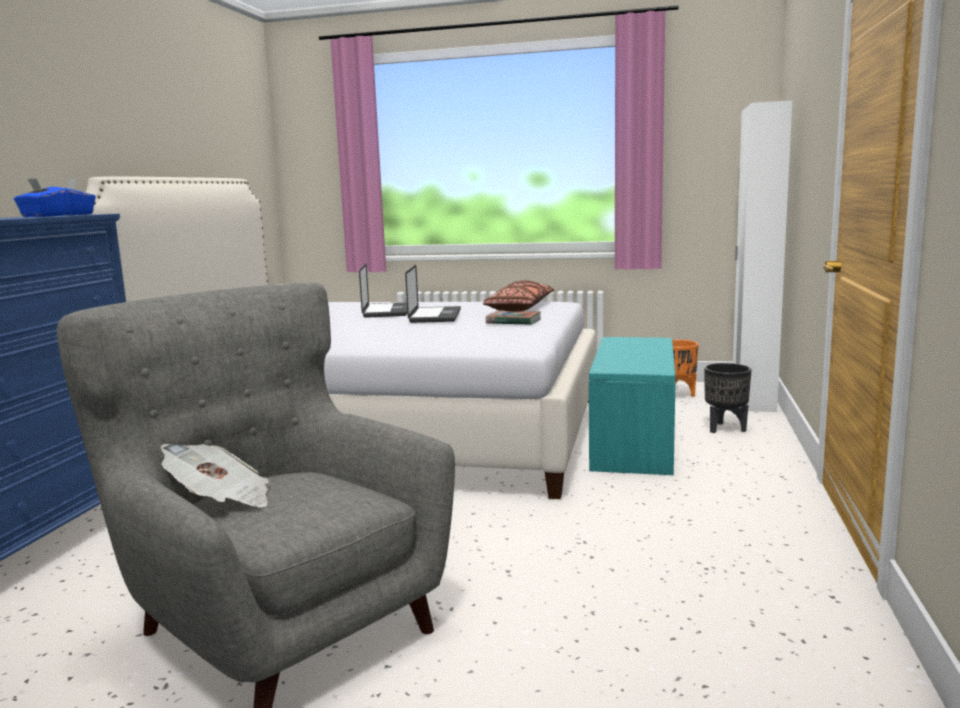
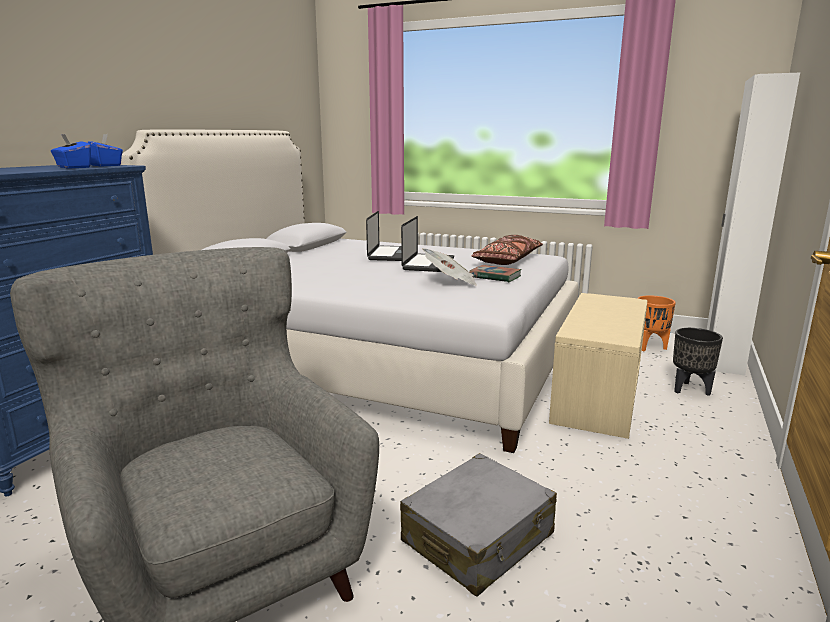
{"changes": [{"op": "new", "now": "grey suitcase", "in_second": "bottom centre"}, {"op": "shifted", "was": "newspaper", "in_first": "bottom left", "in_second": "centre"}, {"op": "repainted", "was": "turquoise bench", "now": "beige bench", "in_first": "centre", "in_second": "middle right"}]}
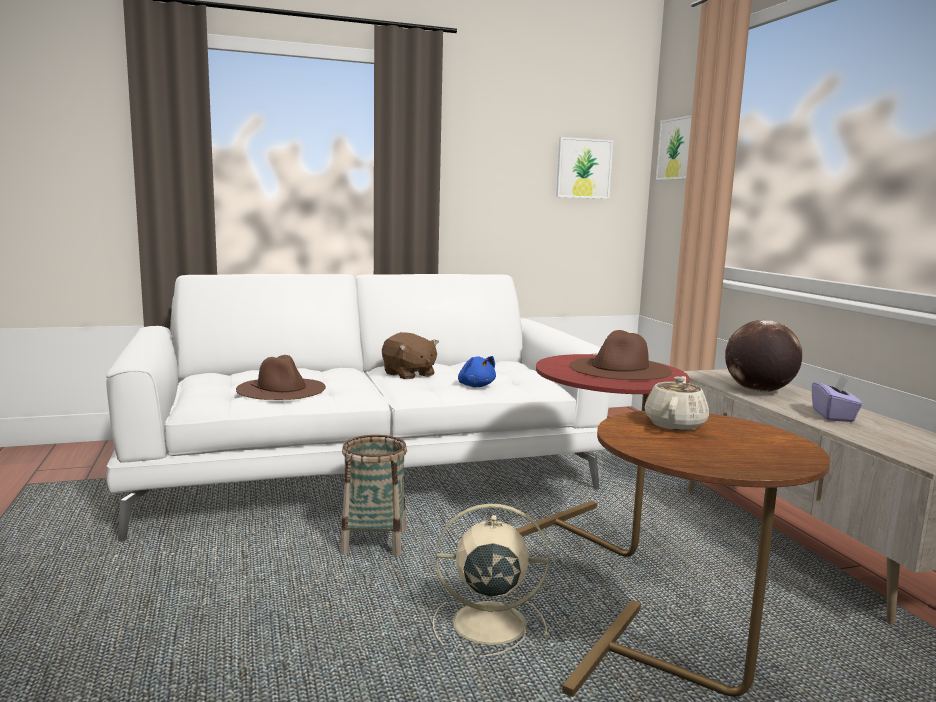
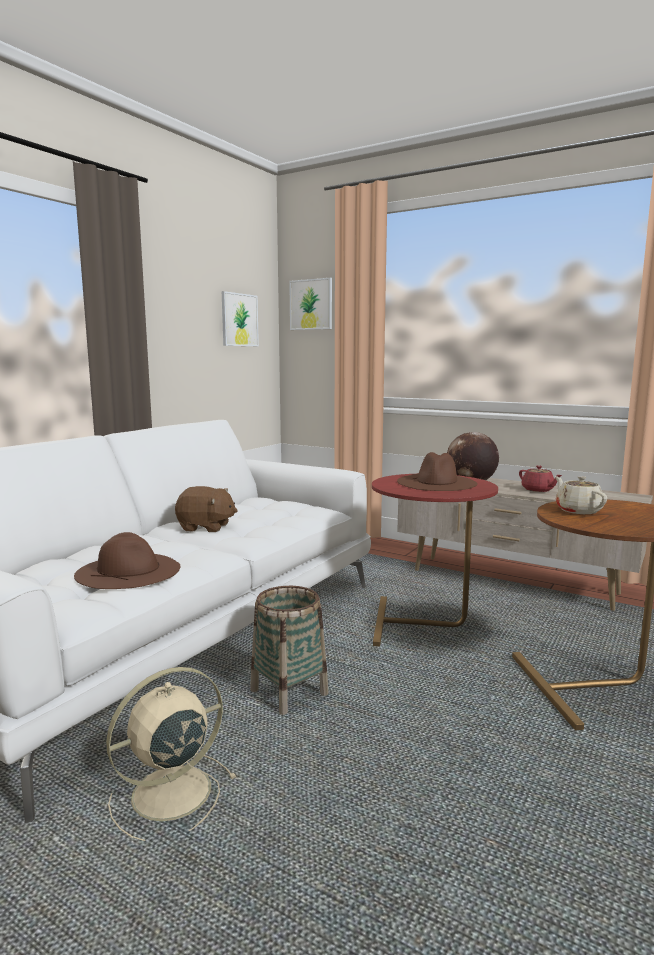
{"changes": [{"op": "gone", "was": "blue plush toy", "in_first": "centre"}, {"op": "shifted", "was": "beige fan", "in_first": "bottom centre", "in_second": "bottom left"}, {"op": "swapped", "was": "purple tissue box", "now": "red teapot", "in_first": "middle right", "in_second": "middle right"}]}
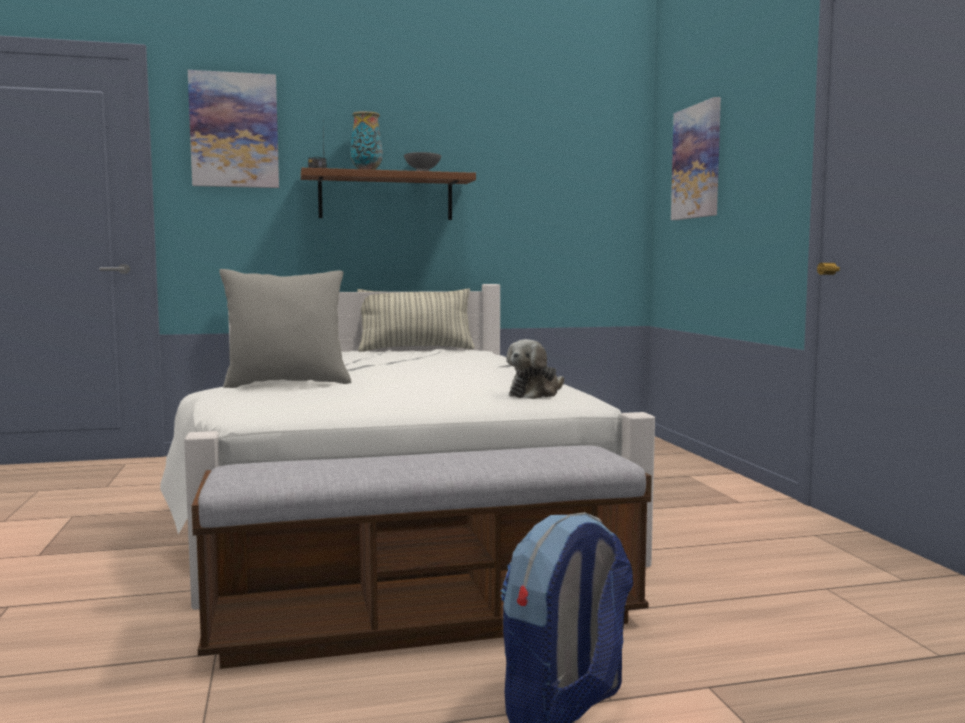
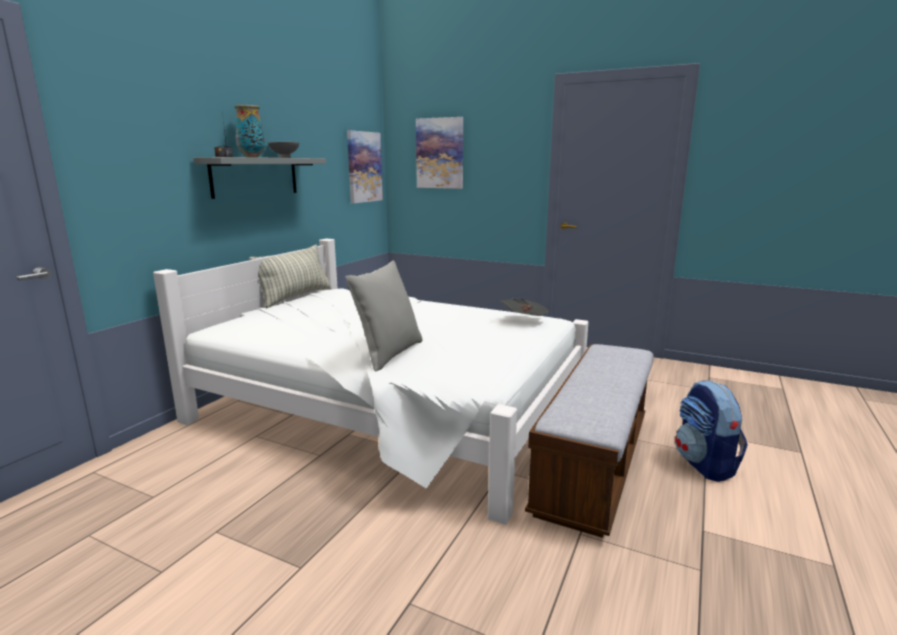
{"changes": [{"op": "shifted", "was": "picture (no. 1 from left)", "in_first": "top left", "in_second": "top centre"}, {"op": "swapped", "was": "plush toy", "now": "newspaper", "in_first": "centre", "in_second": "centre"}, {"op": "repainted", "was": "brown shelf", "now": "grey shelf", "in_first": "top centre", "in_second": "top left"}]}
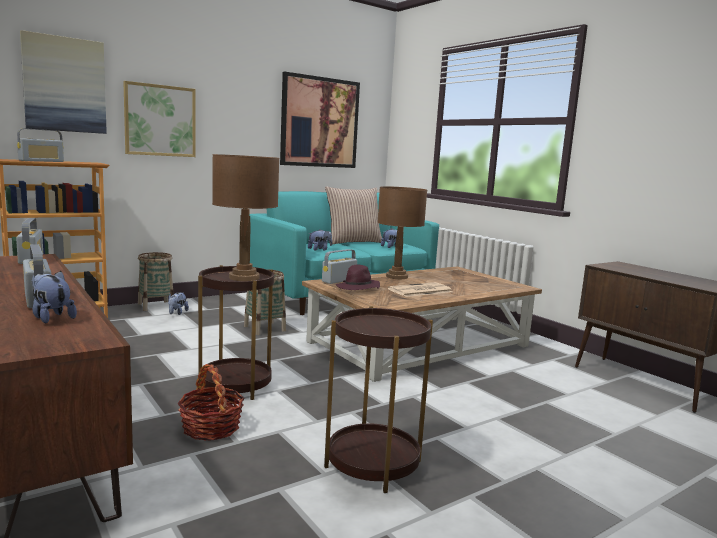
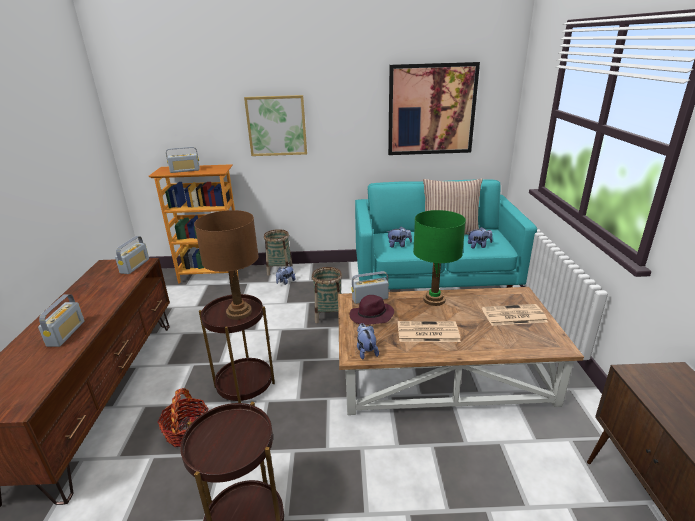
{"changes": [{"op": "gone", "was": "picture (no. 1 from left)", "in_first": "top left"}, {"op": "new", "now": "newspaper (no. 2 from left)", "in_second": "middle right"}, {"op": "shifted", "was": "plush toy (no. 1 from left in the first image)", "now": "plush toy (no. 2 from left)", "in_first": "middle left", "in_second": "centre"}, {"op": "repainted", "was": "brown table lamp (no. 2 from left)", "now": "green table lamp", "in_first": "centre", "in_second": "centre"}]}
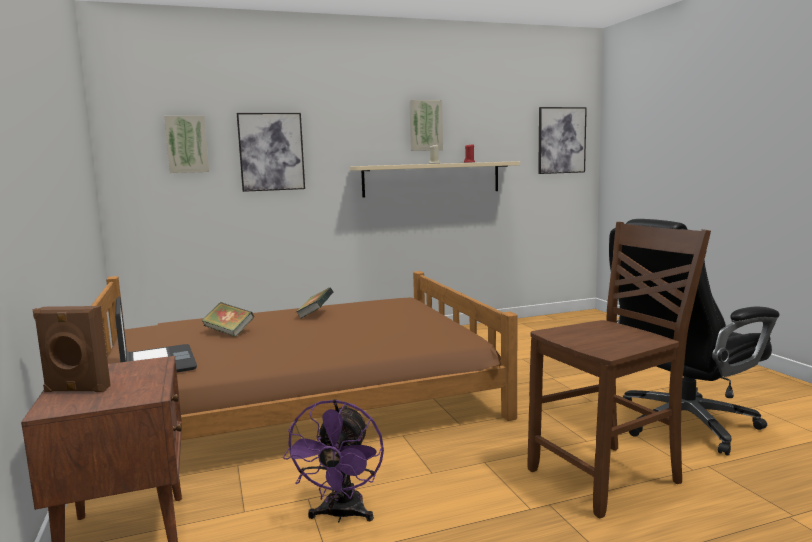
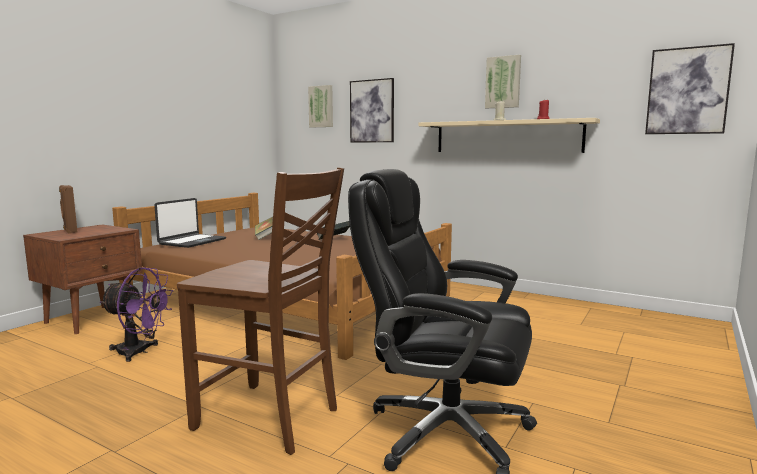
{"changes": [{"op": "rotated", "was": "purple fan", "in_first": "bottom centre", "in_second": "middle left", "clockwise": -135}]}
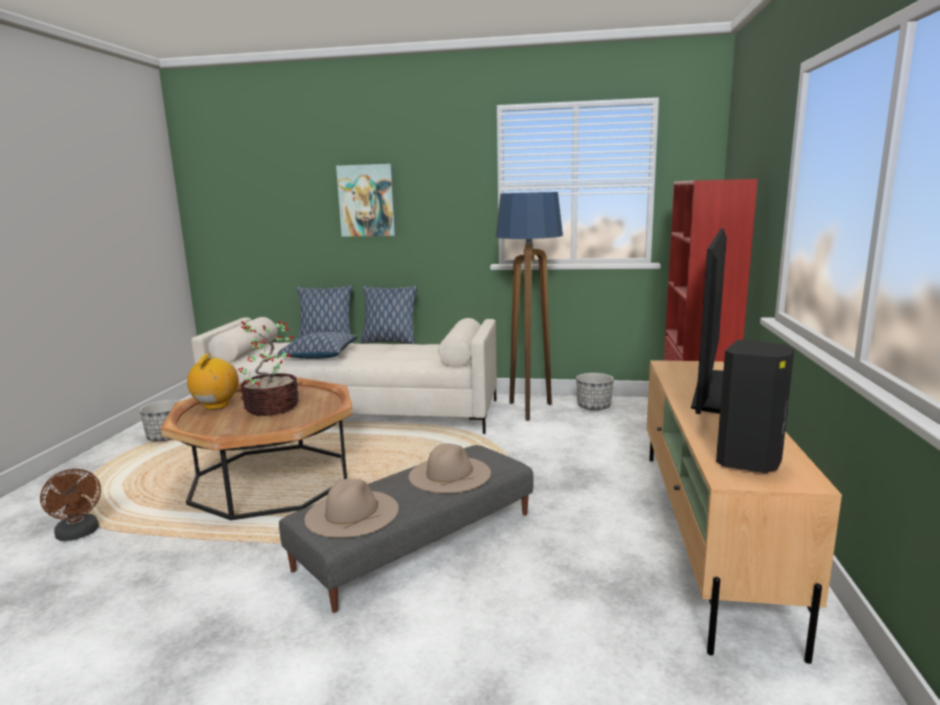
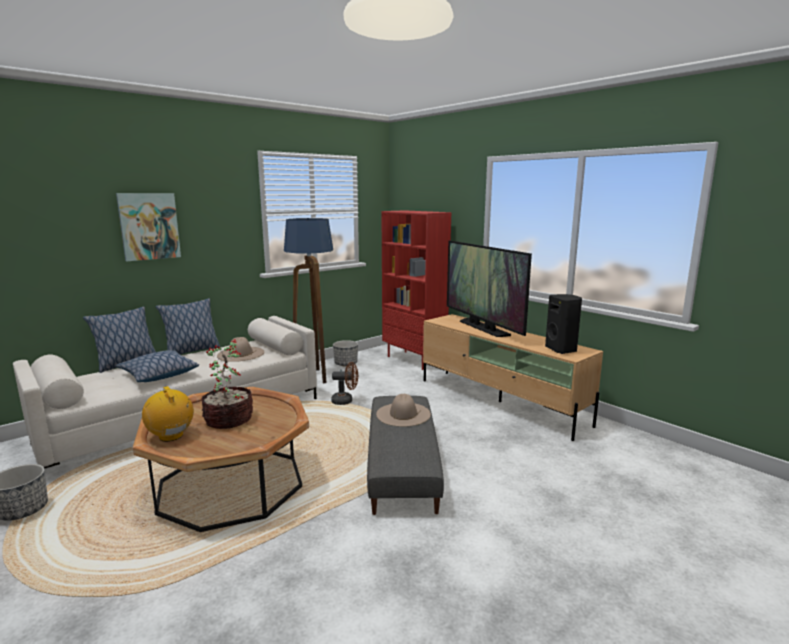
{"changes": [{"op": "shifted", "was": "brown fan", "in_first": "bottom left", "in_second": "centre"}, {"op": "shifted", "was": "beige hat (no. 1 from left)", "in_first": "bottom centre", "in_second": "middle left"}]}
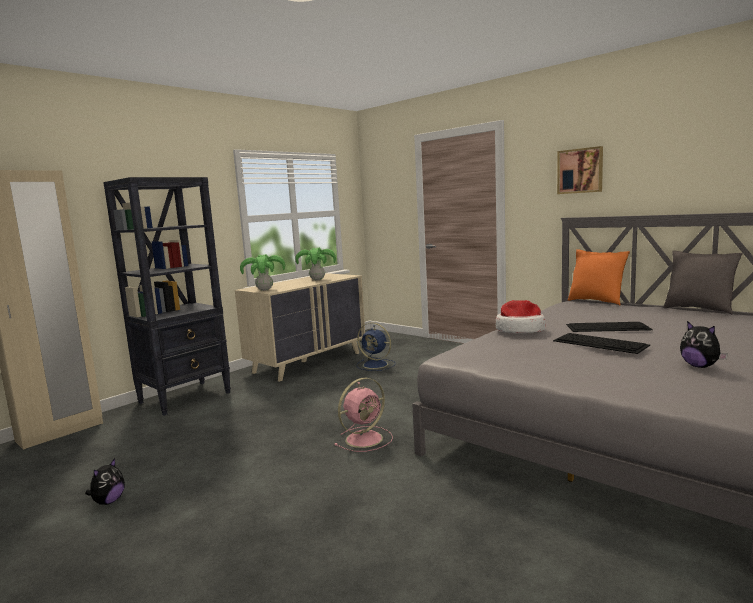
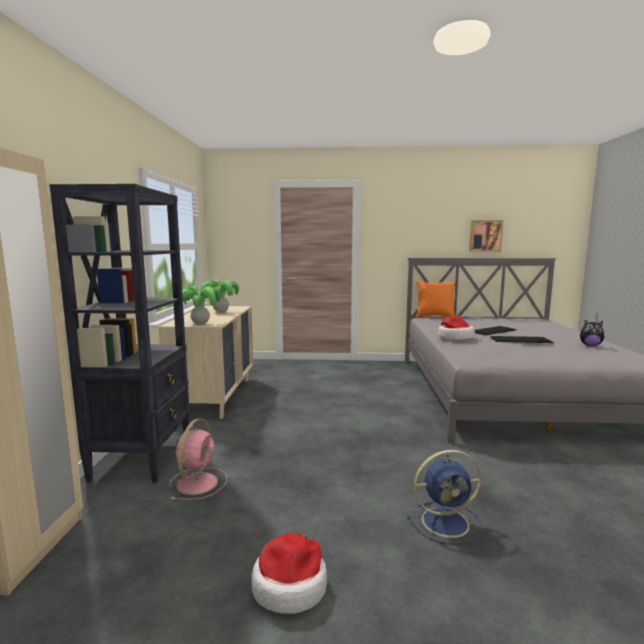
{"changes": [{"op": "gone", "was": "grey pillow", "in_first": "middle right"}, {"op": "shifted", "was": "pink fan", "in_first": "bottom centre", "in_second": "bottom left"}, {"op": "shifted", "was": "blue fan", "in_first": "centre", "in_second": "bottom right"}, {"op": "shifted", "was": "picture", "in_first": "top right", "in_second": "middle right"}, {"op": "swapped", "was": "plush toy (no. 1 from left)", "now": "hat (no. 1 from left)", "in_first": "bottom left", "in_second": "bottom centre"}]}
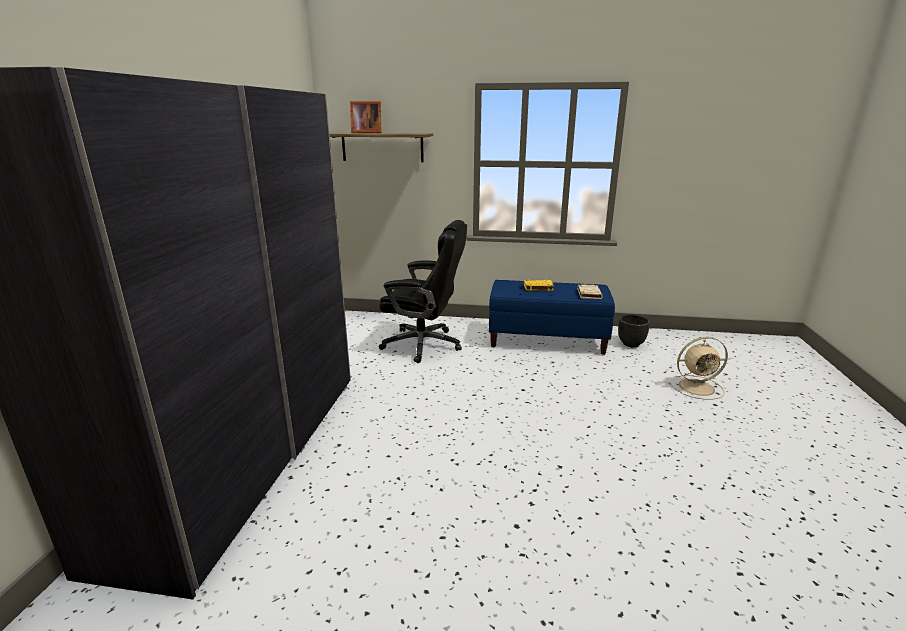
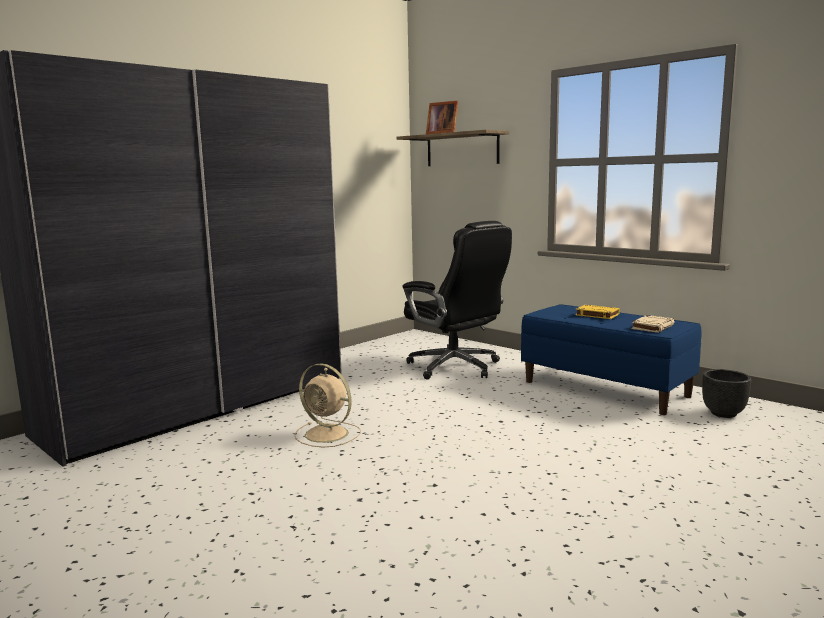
{"changes": [{"op": "shifted", "was": "beige fan", "in_first": "middle right", "in_second": "centre"}]}
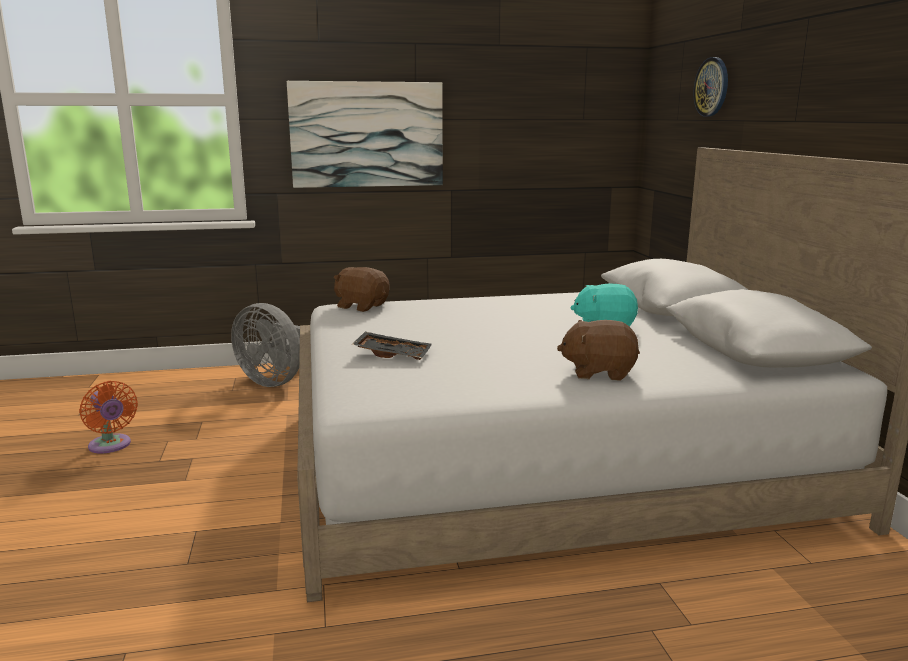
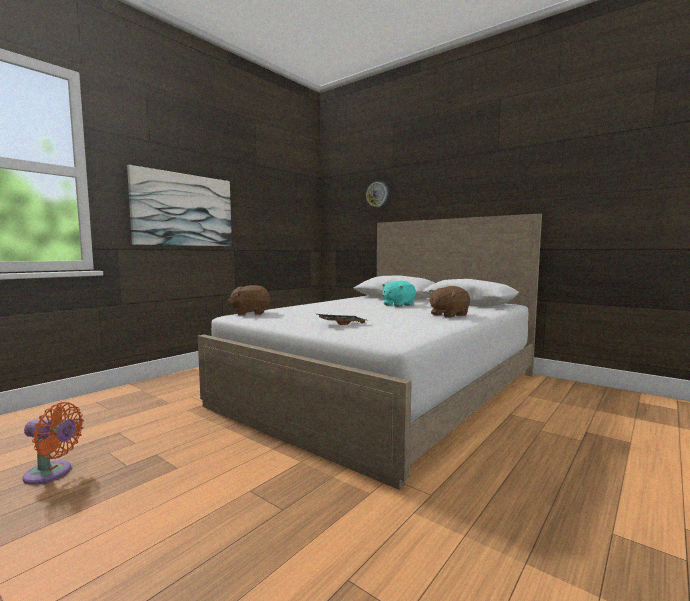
{"changes": [{"op": "gone", "was": "grey fan", "in_first": "middle left"}]}
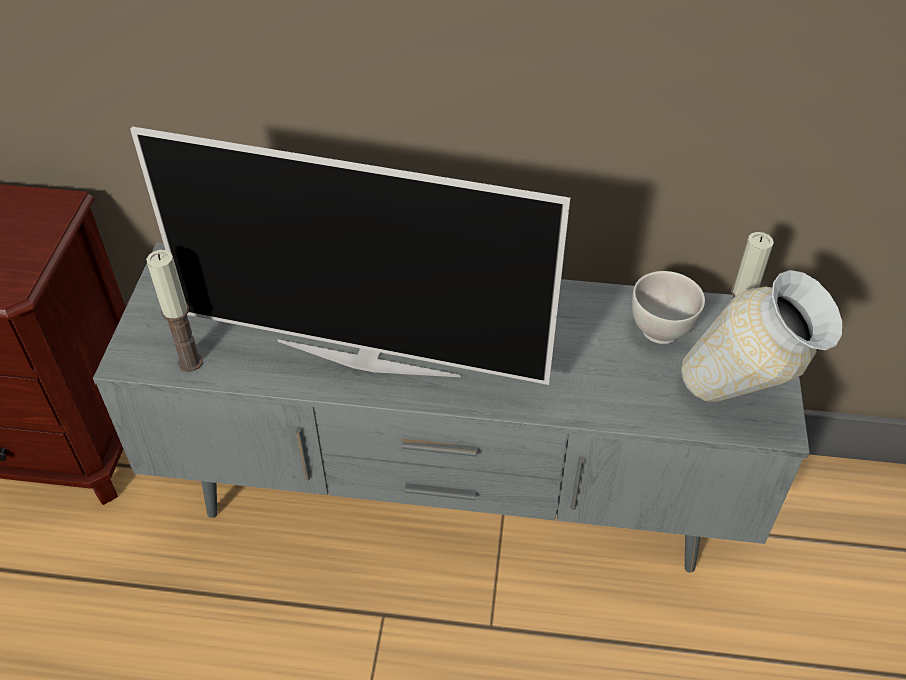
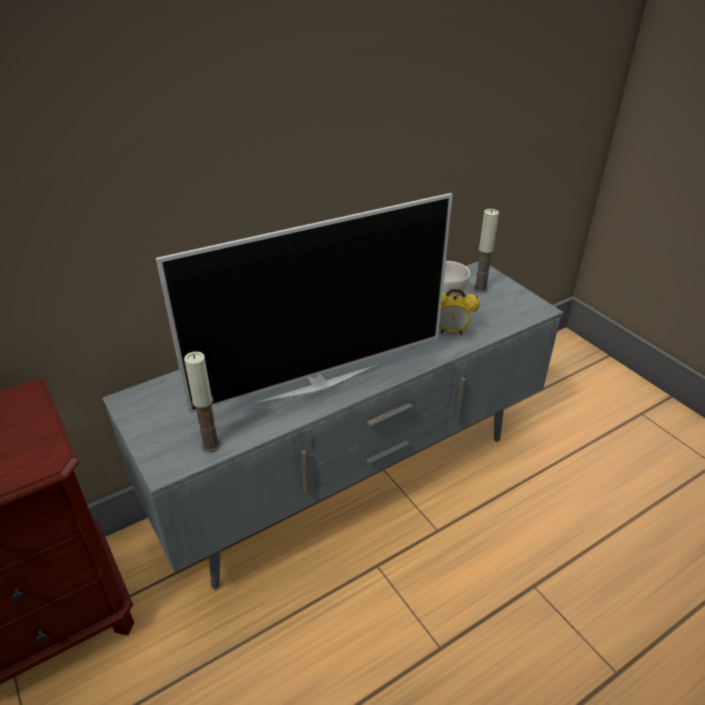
{"changes": [{"op": "gone", "was": "vase", "in_first": "middle right"}, {"op": "new", "now": "alarm clock", "in_second": "centre"}]}
